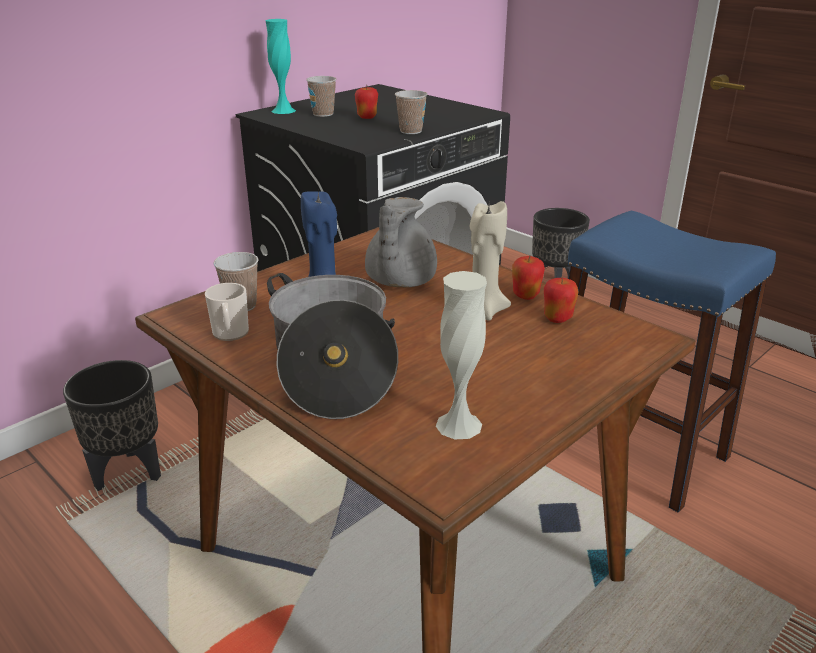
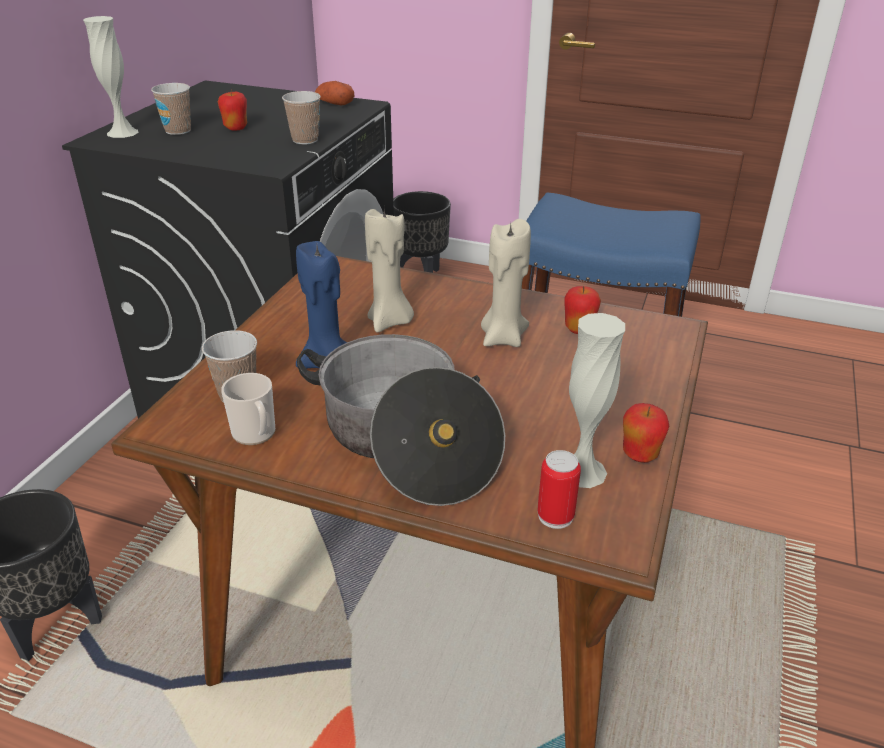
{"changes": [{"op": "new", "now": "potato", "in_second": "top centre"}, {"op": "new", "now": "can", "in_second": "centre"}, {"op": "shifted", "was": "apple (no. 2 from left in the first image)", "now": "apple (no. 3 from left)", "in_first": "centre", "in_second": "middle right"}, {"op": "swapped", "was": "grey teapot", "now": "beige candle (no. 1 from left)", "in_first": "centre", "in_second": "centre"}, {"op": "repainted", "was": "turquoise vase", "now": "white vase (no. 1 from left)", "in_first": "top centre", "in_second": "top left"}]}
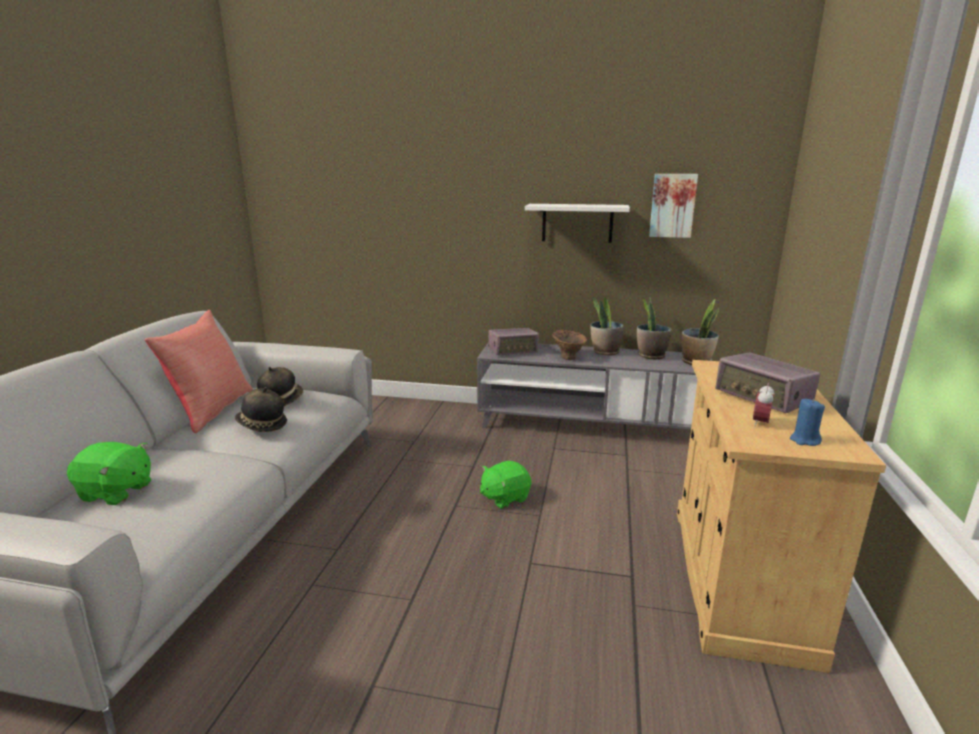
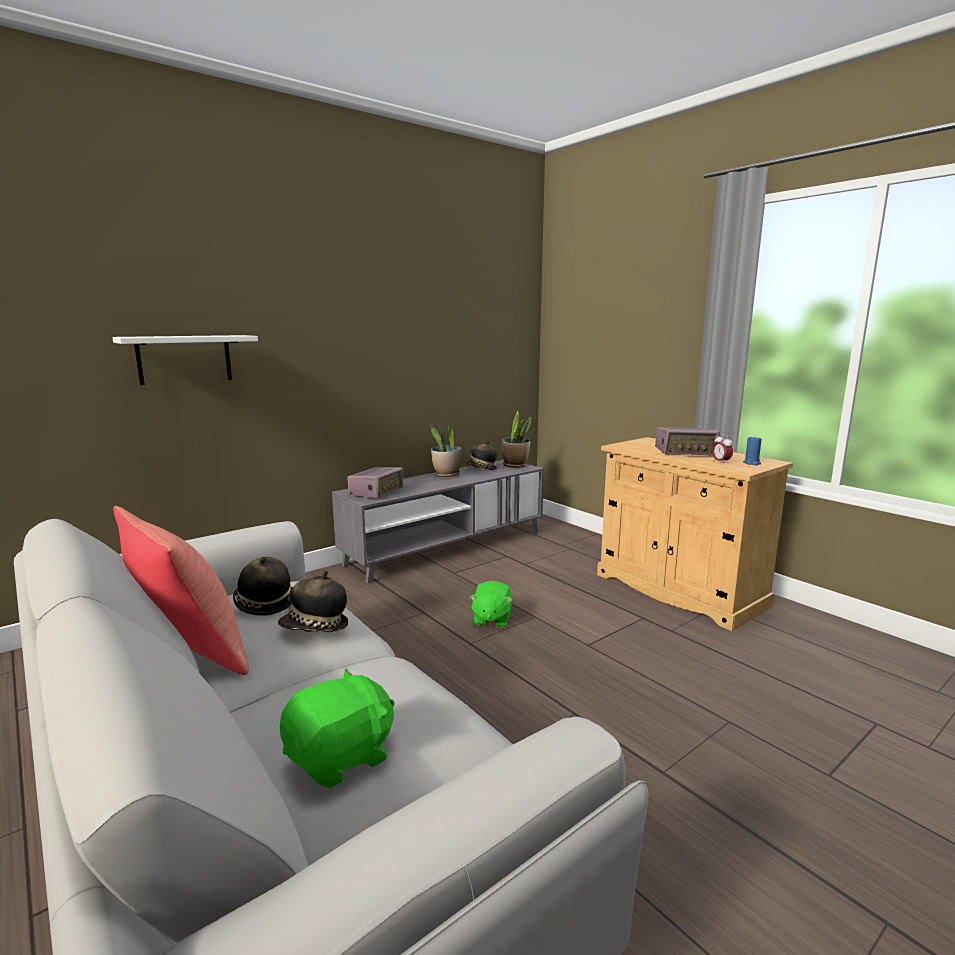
{"changes": [{"op": "gone", "was": "brown vase", "in_first": "centre"}, {"op": "gone", "was": "picture", "in_first": "top right"}, {"op": "shifted", "was": "white shelf", "in_first": "top centre", "in_second": "middle left"}, {"op": "swapped", "was": "potted plant (no. 2 from left)", "now": "hat (no. 3 from left)", "in_first": "middle right", "in_second": "centre"}]}
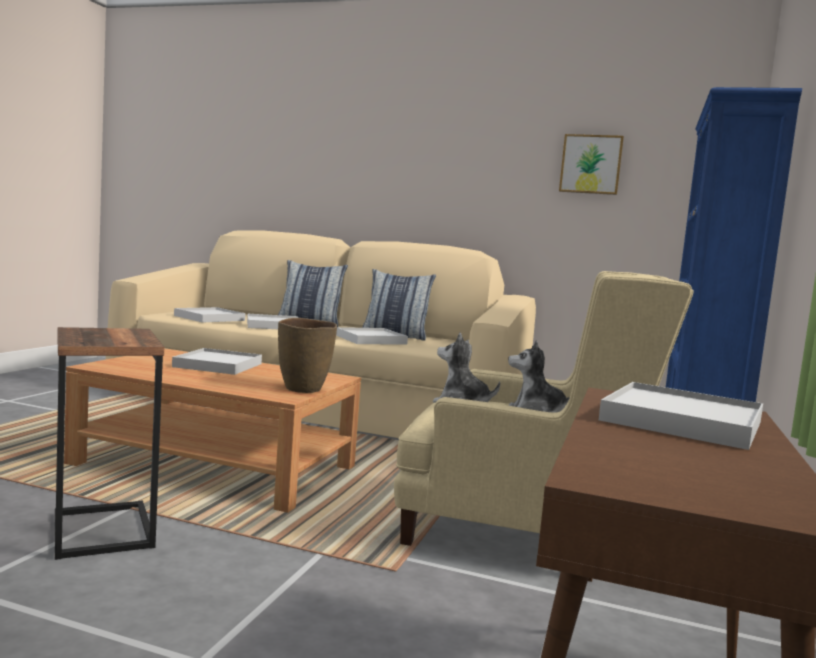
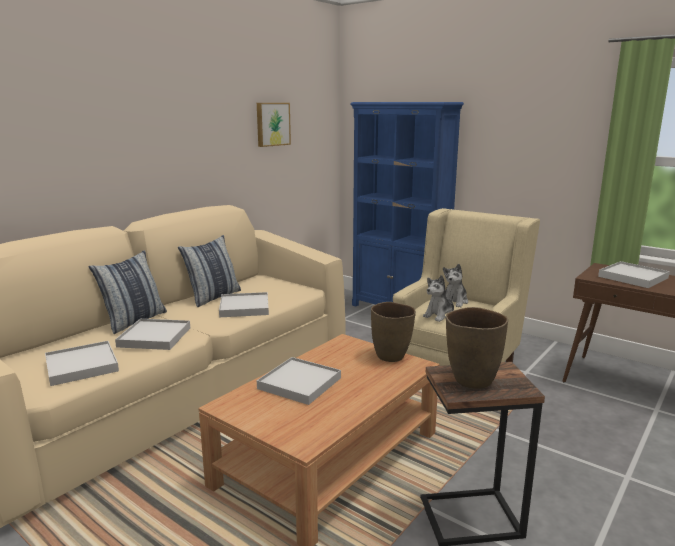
{"changes": [{"op": "new", "now": "brown vase (no. 2 from left)", "in_second": "middle right"}]}
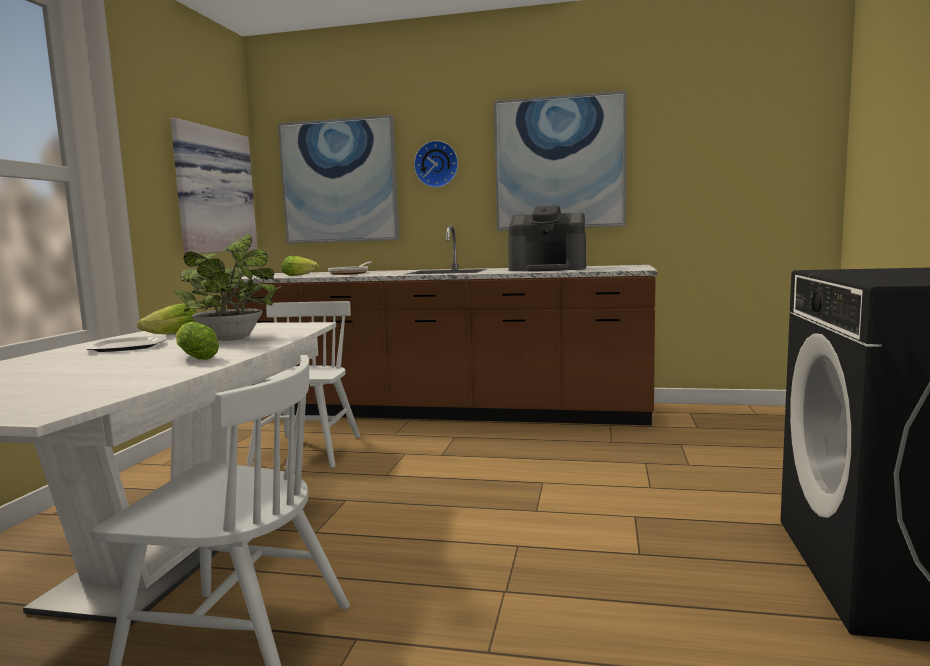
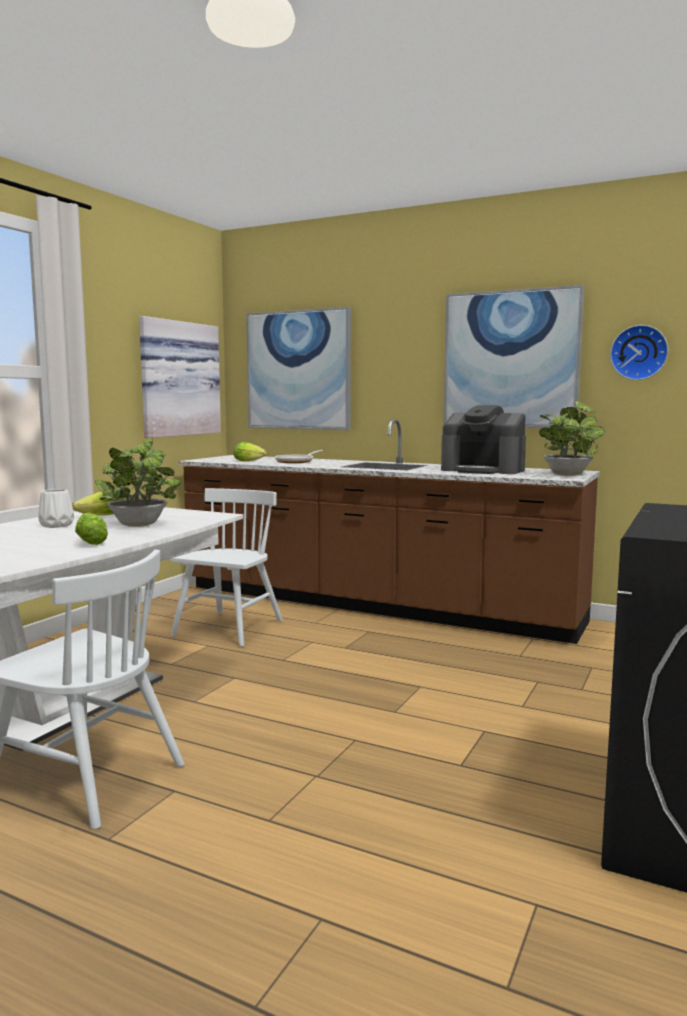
{"changes": [{"op": "new", "now": "potted plant (no. 2 from left)", "in_second": "middle right"}, {"op": "shifted", "was": "wall clock", "in_first": "top centre", "in_second": "middle right"}, {"op": "swapped", "was": "plate", "now": "white vase", "in_first": "middle left", "in_second": "middle left"}]}
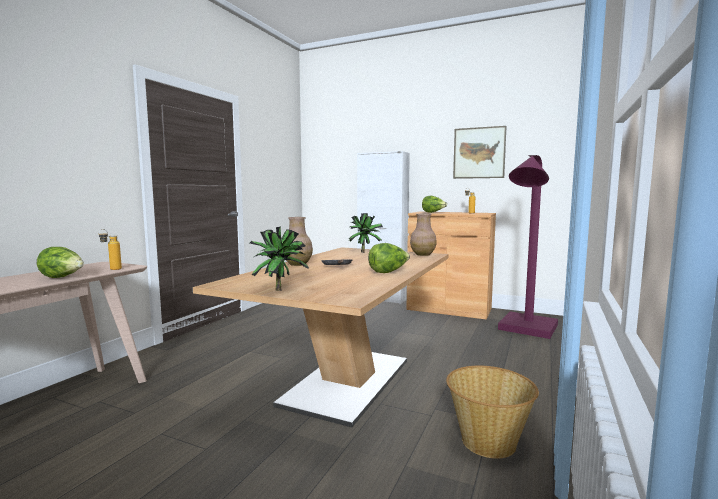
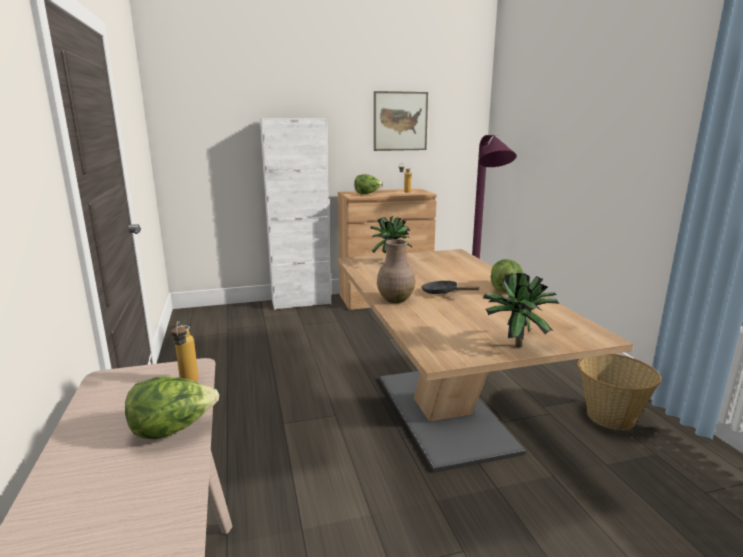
{"changes": [{"op": "gone", "was": "brown vase (no. 2 from left)", "in_first": "centre"}]}
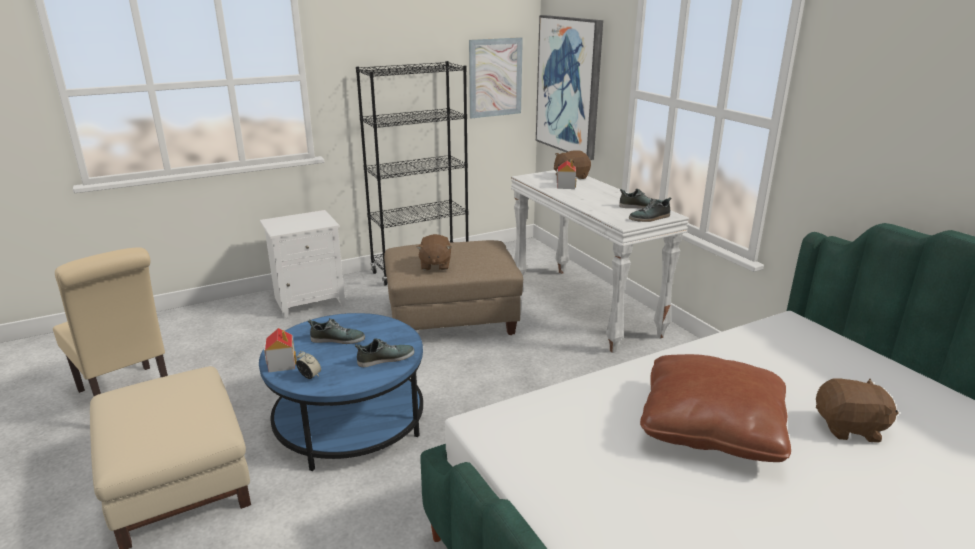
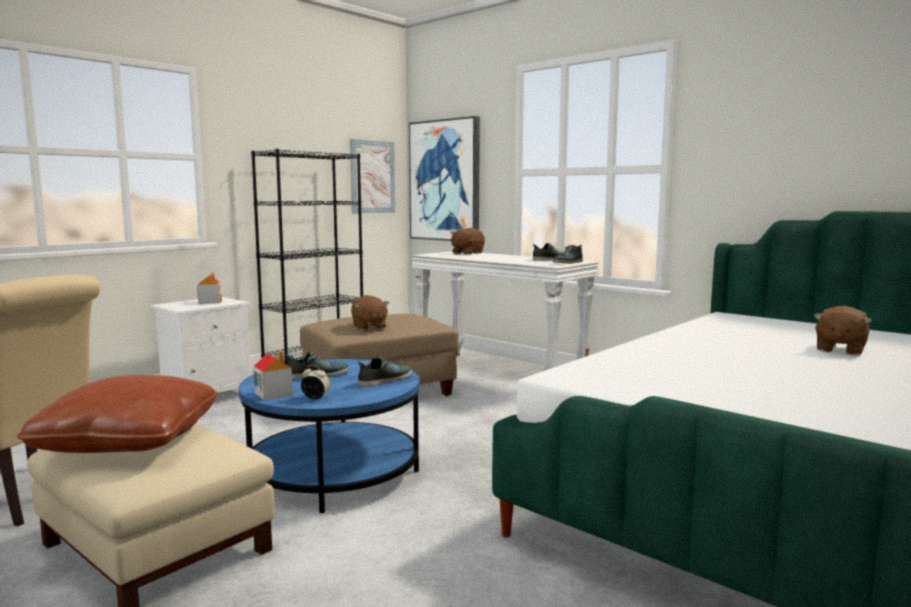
{"changes": [{"op": "shifted", "was": "toy house (no. 2 from left in the first image)", "now": "toy house (no. 1 from left)", "in_first": "top centre", "in_second": "middle left"}, {"op": "shifted", "was": "brown pillow", "in_first": "bottom right", "in_second": "bottom left"}, {"op": "rotated", "was": "brown plush toy (no. 3 from left)", "in_first": "bottom right", "in_second": "middle right", "clockwise": 135}]}
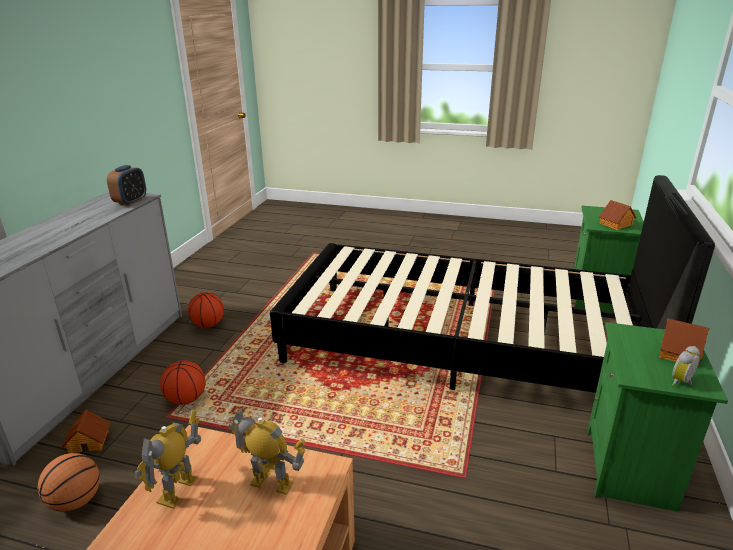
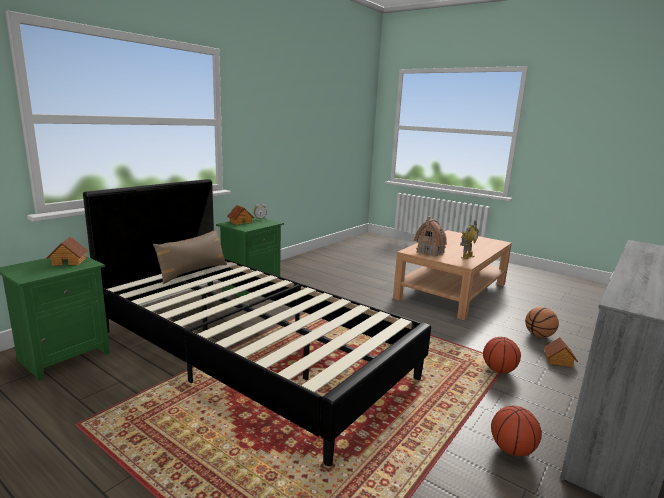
{"changes": [{"op": "gone", "was": "alarm clock (no. 1 from left)", "in_first": "middle left"}, {"op": "new", "now": "brown pillow", "in_second": "middle left"}, {"op": "swapped", "was": "toy robot (no. 2 from left)", "now": "toy house (no. 3 from left)", "in_first": "bottom centre", "in_second": "centre"}]}
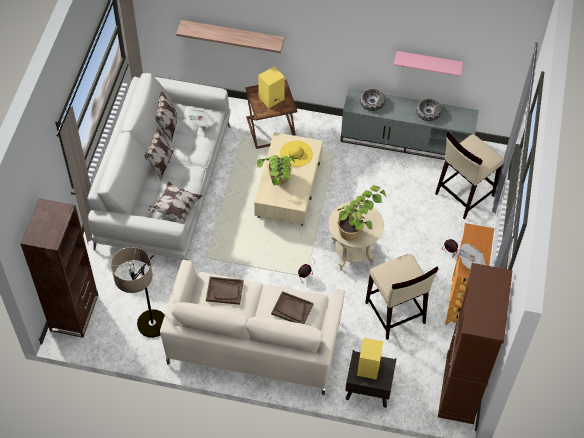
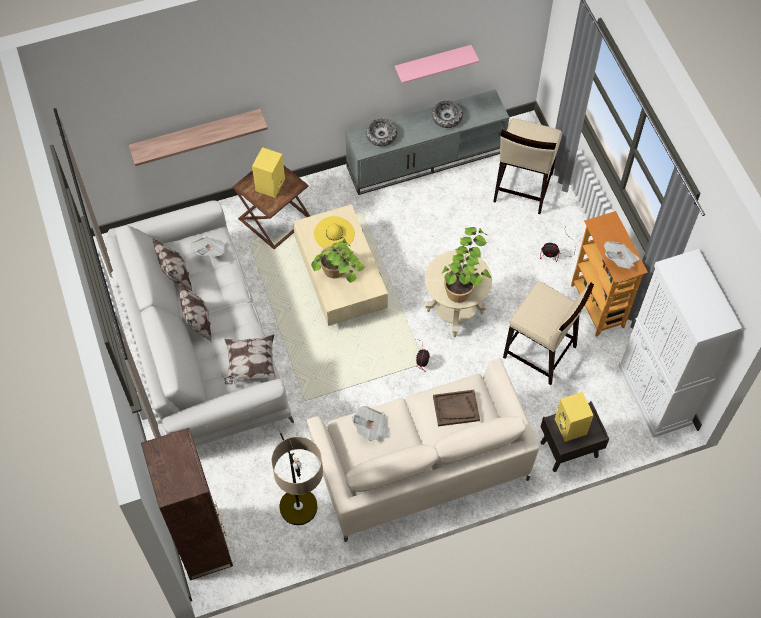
{"changes": [{"op": "swapped", "was": "brown tray (no. 1 from left)", "now": "newspaper (no. 2 from left)", "in_first": "centre", "in_second": "bottom centre"}, {"op": "repainted", "was": "brown cabinet", "now": "white cabinet", "in_first": "bottom right", "in_second": "middle right"}]}
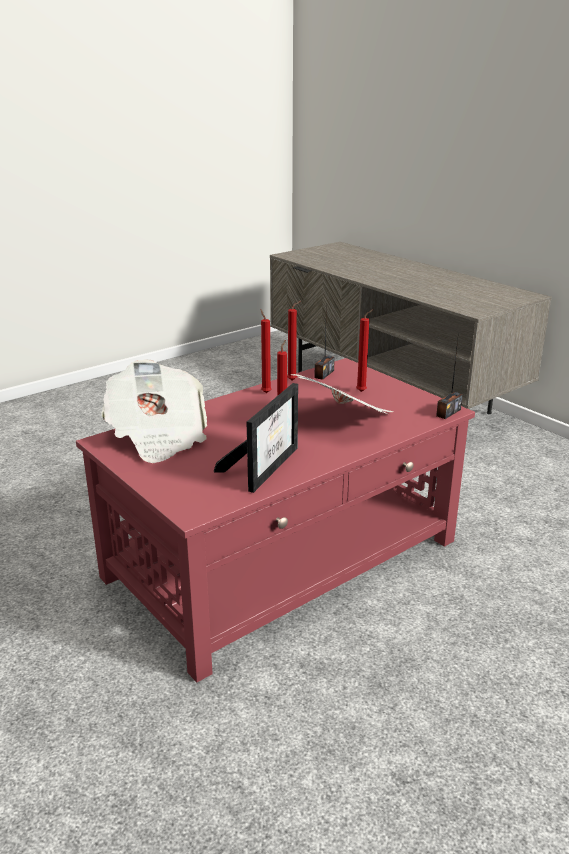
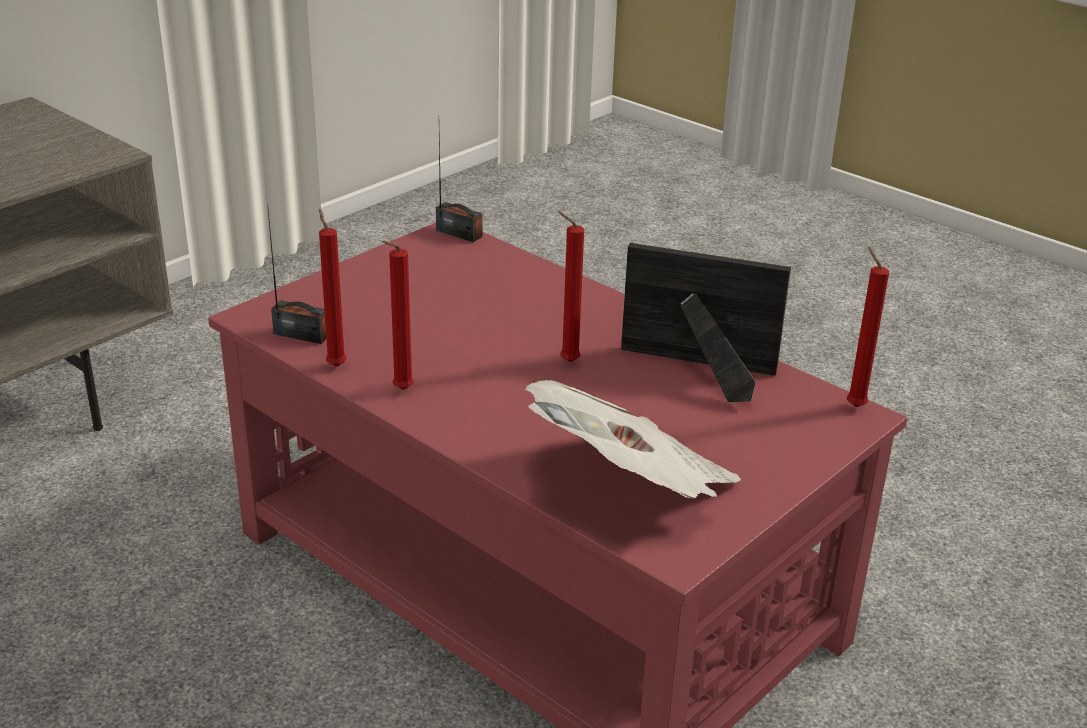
{"changes": [{"op": "gone", "was": "newspaper (no. 2 from left)", "in_first": "centre"}, {"op": "shifted", "was": "red candle (no. 4 from left)", "in_first": "centre", "in_second": "middle right"}]}
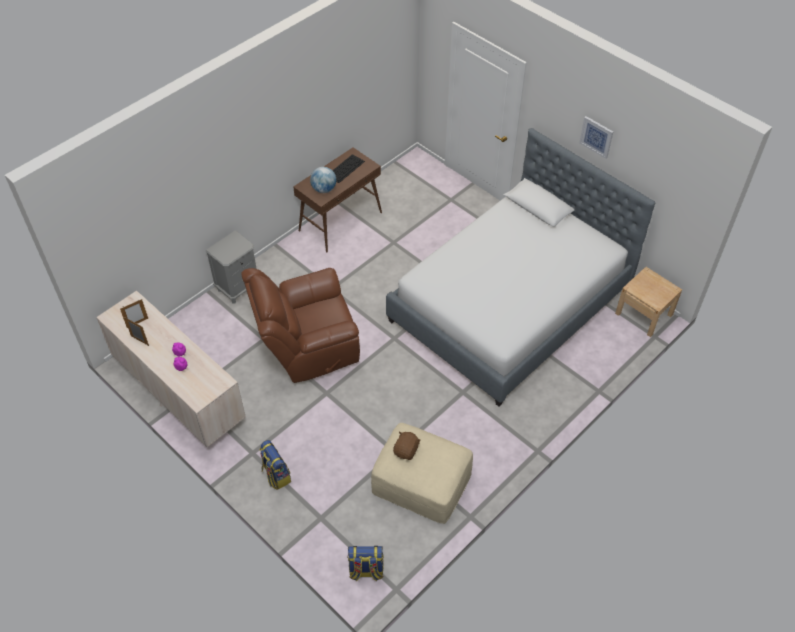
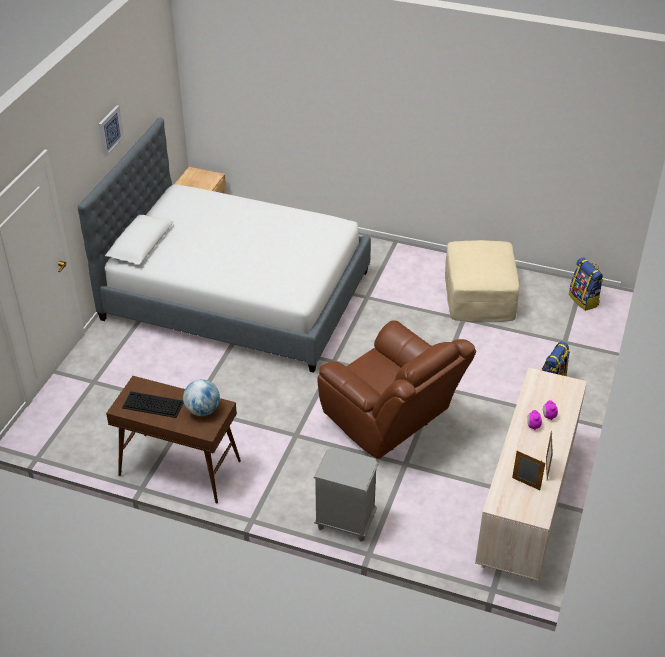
{"changes": [{"op": "gone", "was": "brown plush toy", "in_first": "bottom centre"}]}
